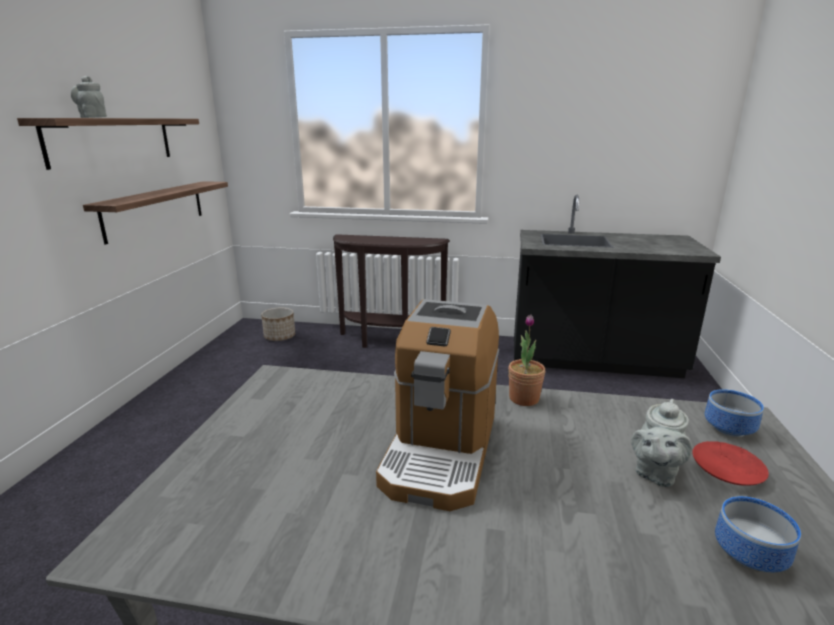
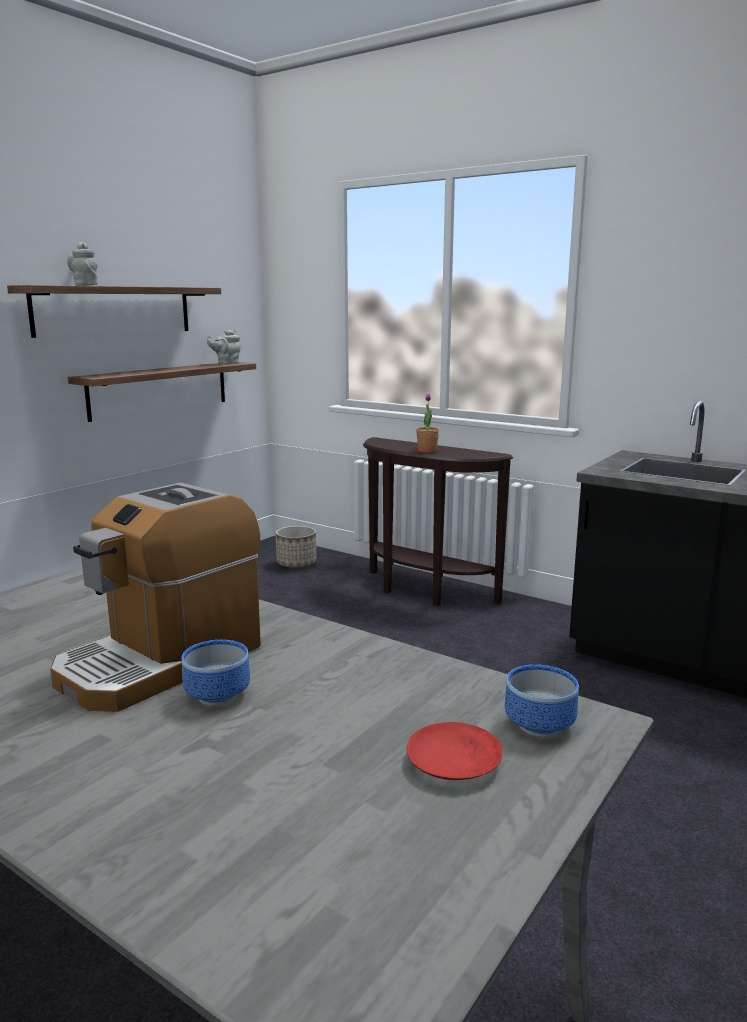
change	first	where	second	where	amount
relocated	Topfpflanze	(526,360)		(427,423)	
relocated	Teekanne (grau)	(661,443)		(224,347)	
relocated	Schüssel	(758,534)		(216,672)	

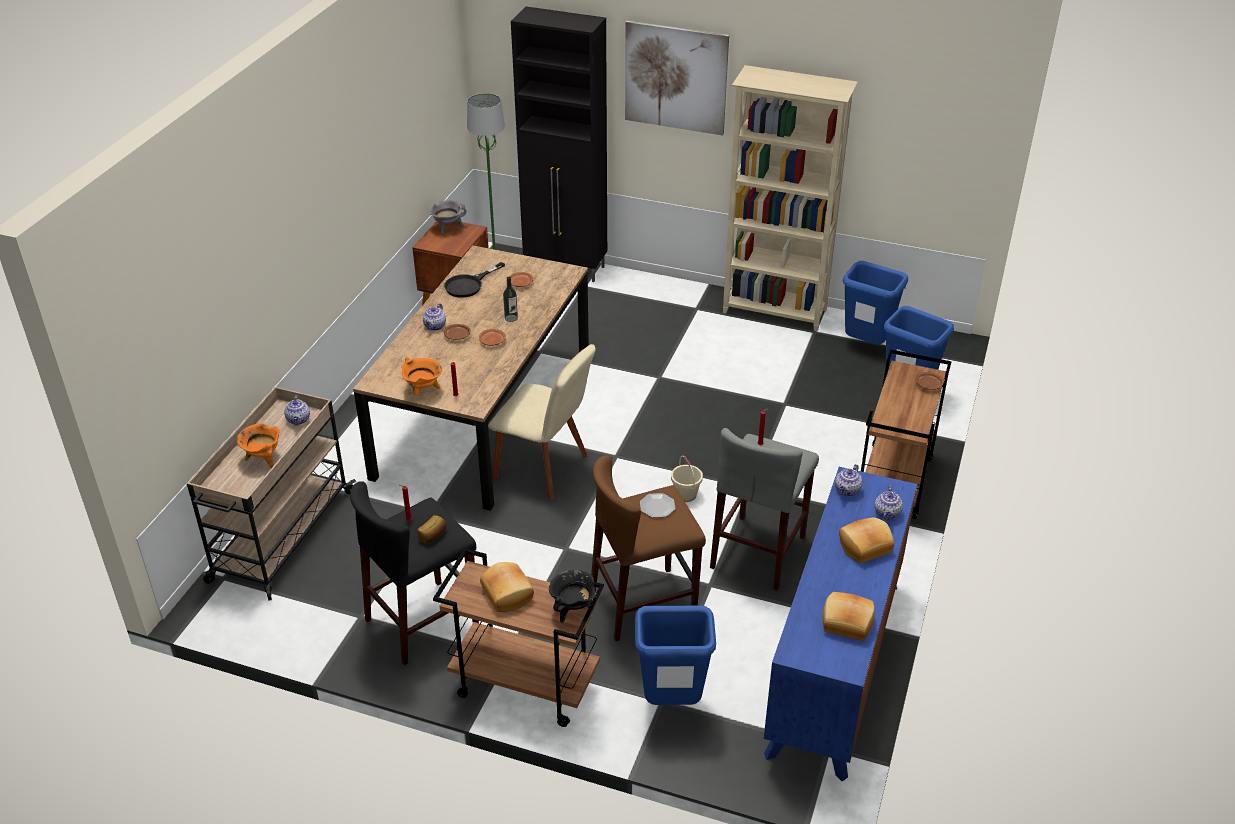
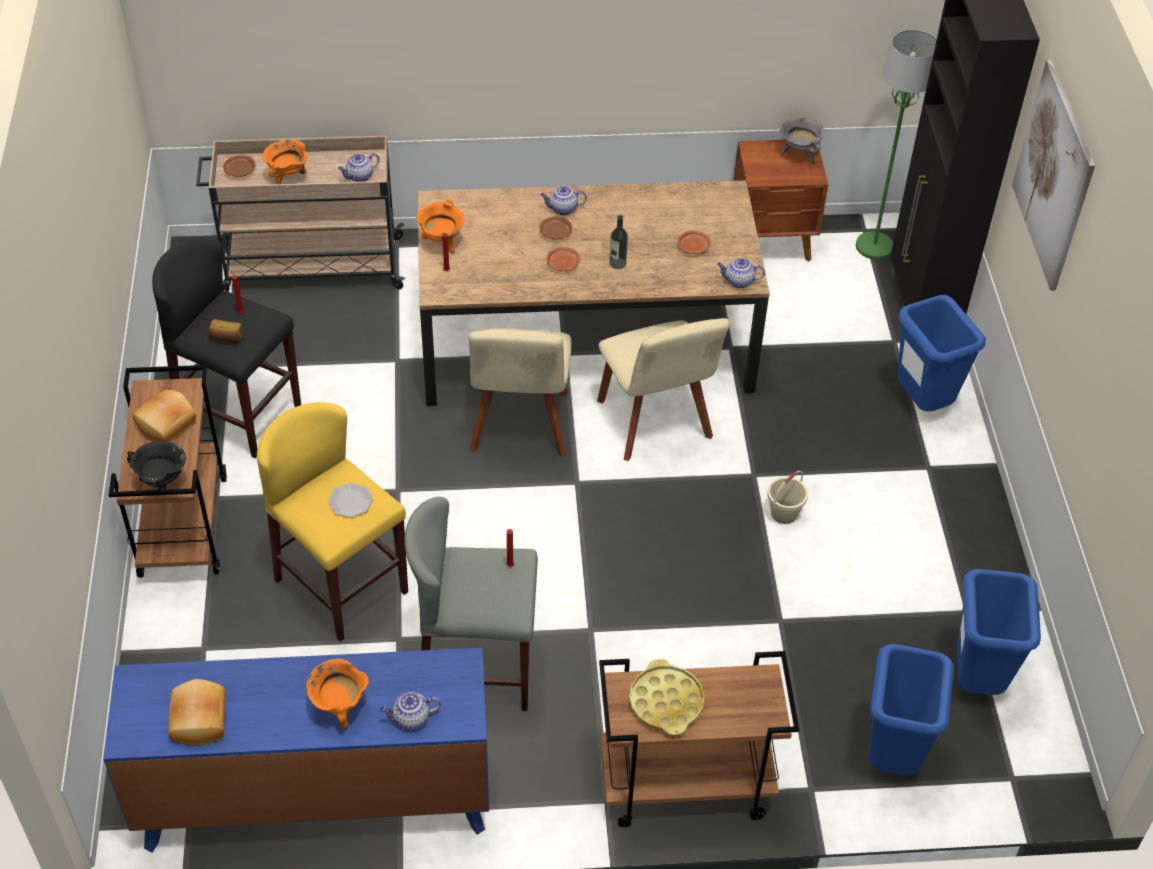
change	first	where	second	where	amount
missing	Pfanne (schwarz)	(474,280)			
missing	Bücherregal (beige)	(790,198)			
appeared			Stuhl (beige)	(663,389)	
appeared			Tablett (gelb)	(667,697)	
relocated	Mülleimer (blau)	(675,655)		(942,353)	
relocated	Eimer (beige)	(687,479)		(787,497)	
relocated	Teekanne	(848,480)		(741,273)	
relocated	Teller (braun)	(930,381)		(239,166)	
exchanged	Brot	(866,540)	Kochtopf (orange)	(337,694)	
colour	Hocker (braun)	(648,548)	Hocker (gelb)	(332,522)	

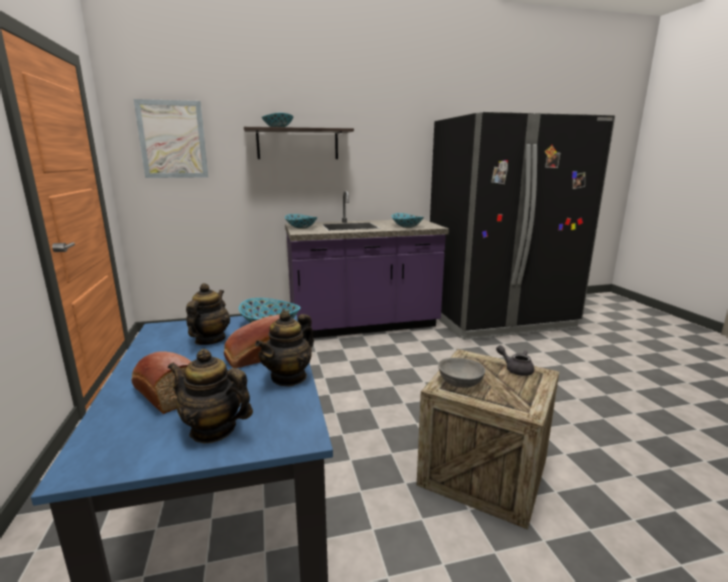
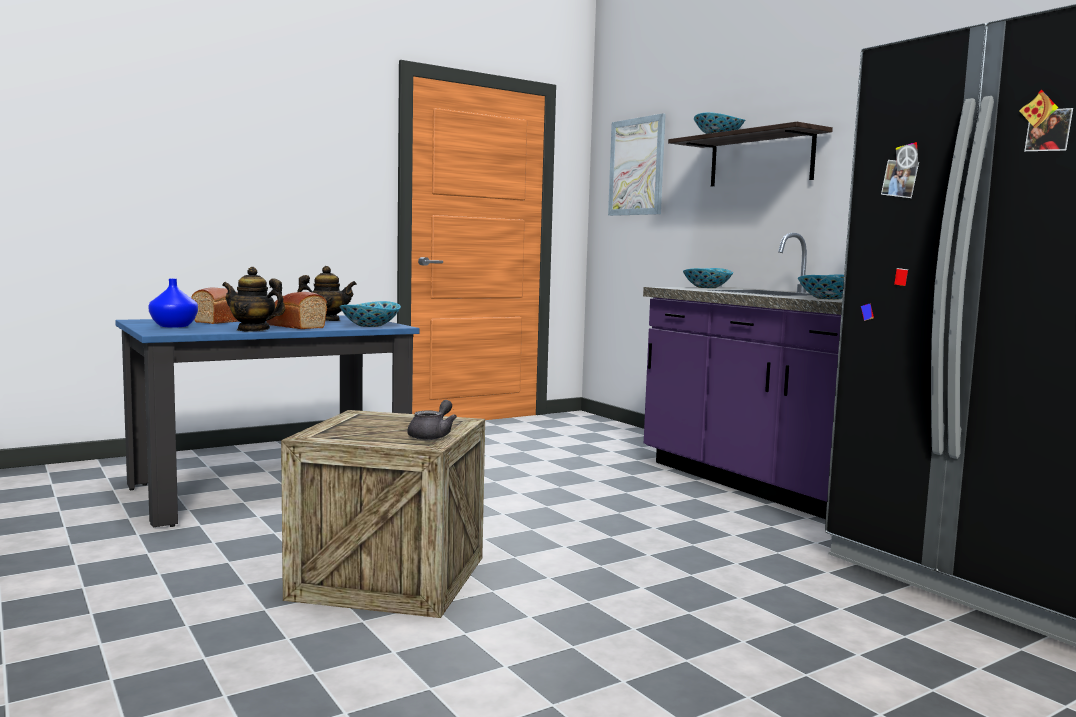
change	first	where	second	where	amount
missing	Schüssel (grau)	(461,373)			
exchanged	Teekanne	(210,396)	Vase (blau)	(173,303)	

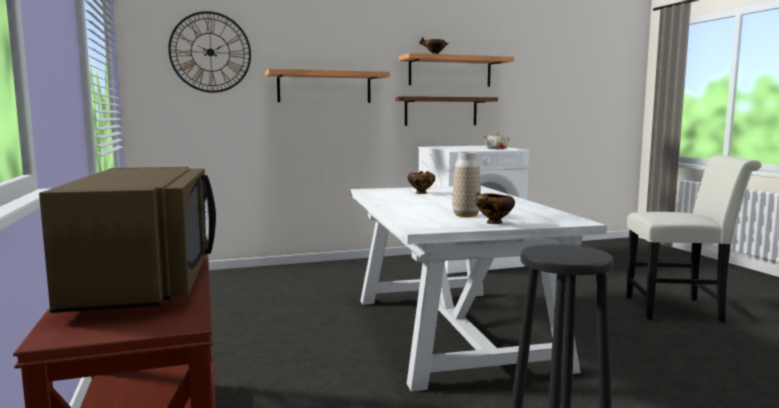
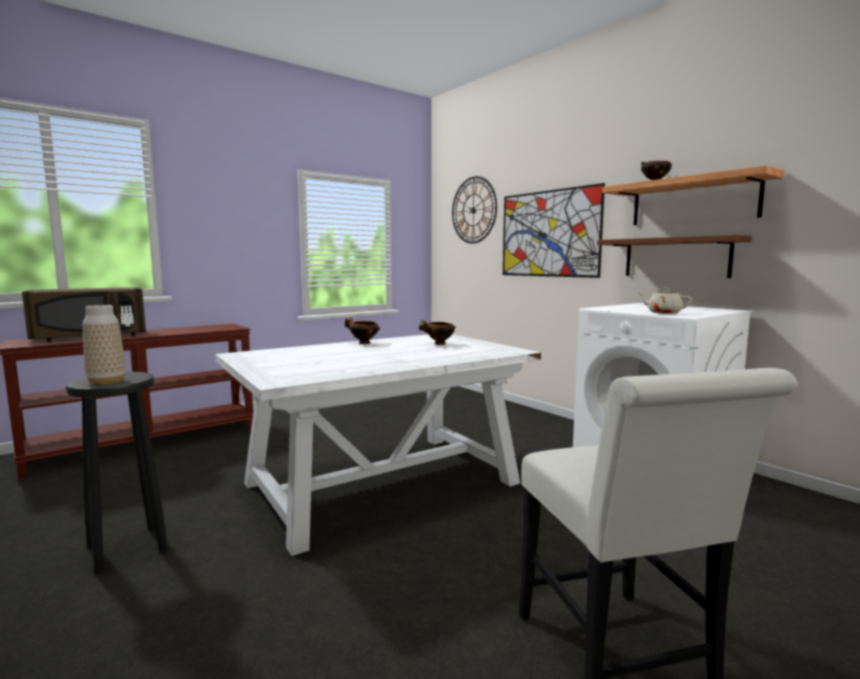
change	first	where	second	where	amount
relocated	Vase	(466,184)		(104,345)	
relocated	Schüssel	(495,208)		(362,331)	
exchanged	Wandregal	(327,86)	Bild	(554,230)	

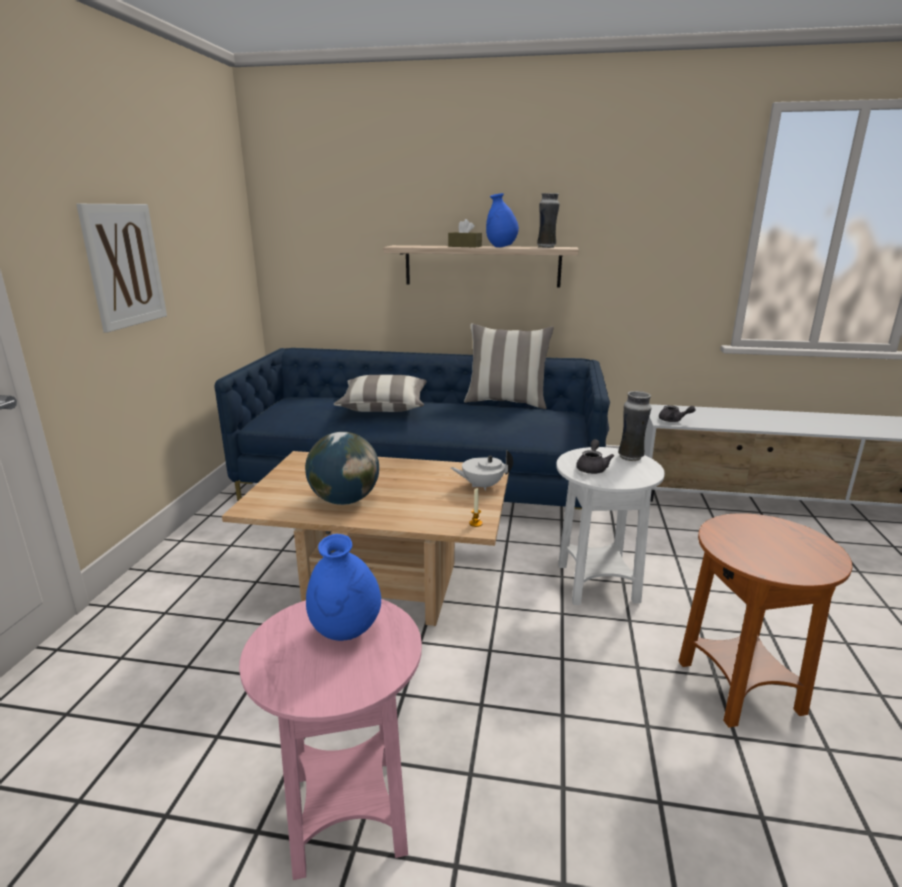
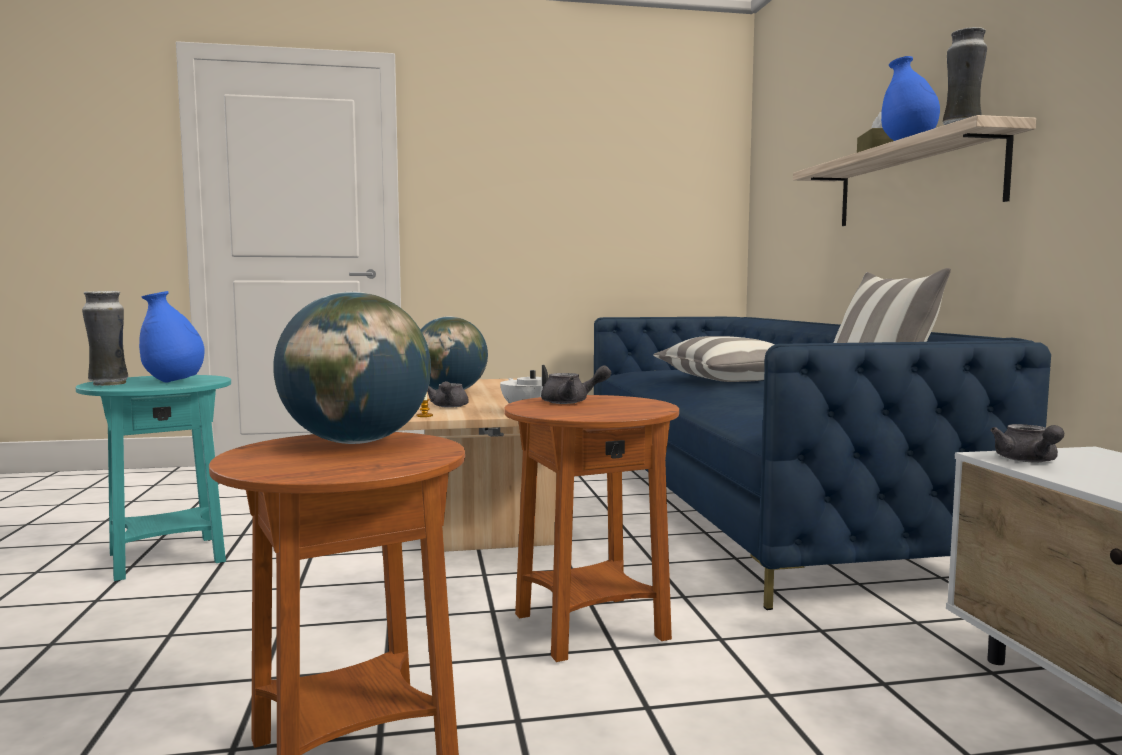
change	first	where	second	where	amount
missing	Bild	(121,268)			
appeared			Globus	(352,368)	
appeared			Teekanne (grau)	(448,394)	
relocated	Vase	(634,426)		(105,338)	
colour	Beistelltisch (rosa)	(330,739)	Beistelltisch (türkis)	(153,478)	
colour	Beistelltisch (weiß)	(610,526)	Beistelltisch (braun)	(591,528)	

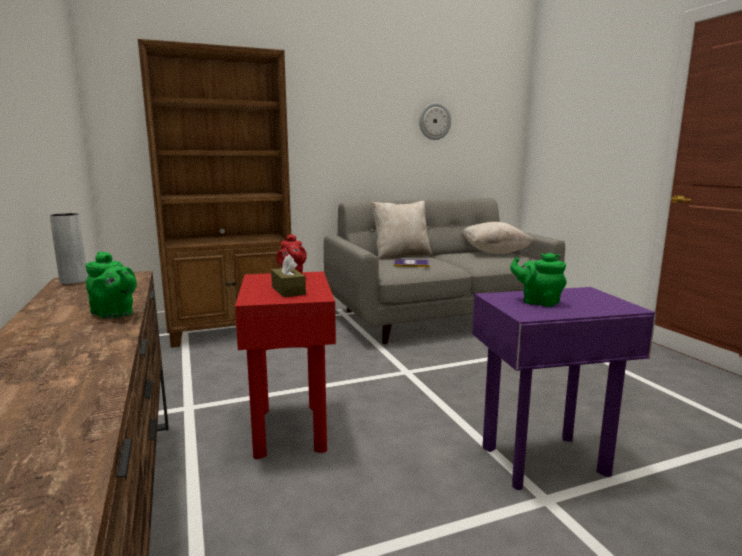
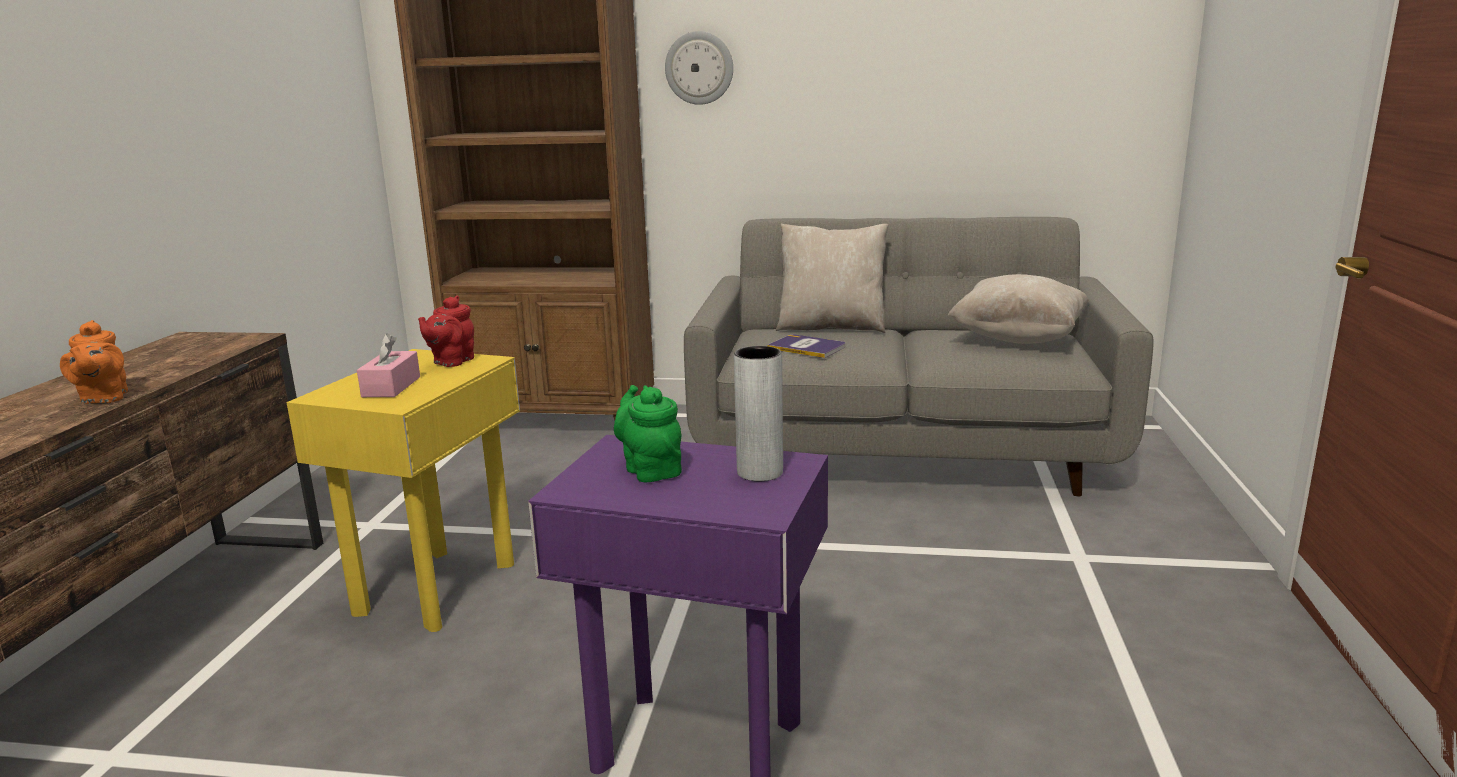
change	first	where	second	where	amount
relocated	Vase (grau)	(69,248)		(758,413)	
relocated	Wanduhr	(435,121)		(699,68)	
colour	Teekanne (grün)	(111,284)	Teekanne (orange)	(94,362)	
colour	Beistelltisch (rot)	(285,365)	Beistelltisch (gelb)	(403,490)	
colour	Taschentuchbox (braun)	(288,275)	Taschentuchbox (rosa)	(388,365)	

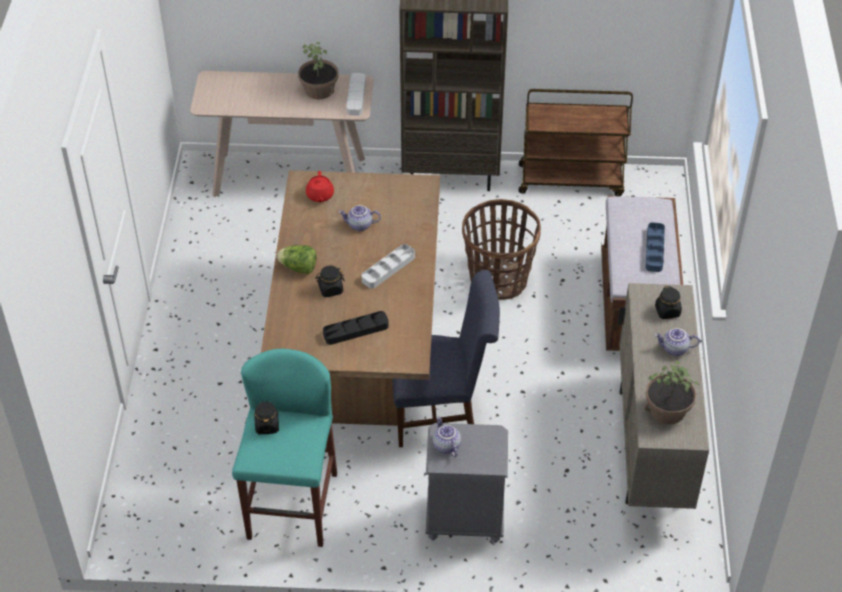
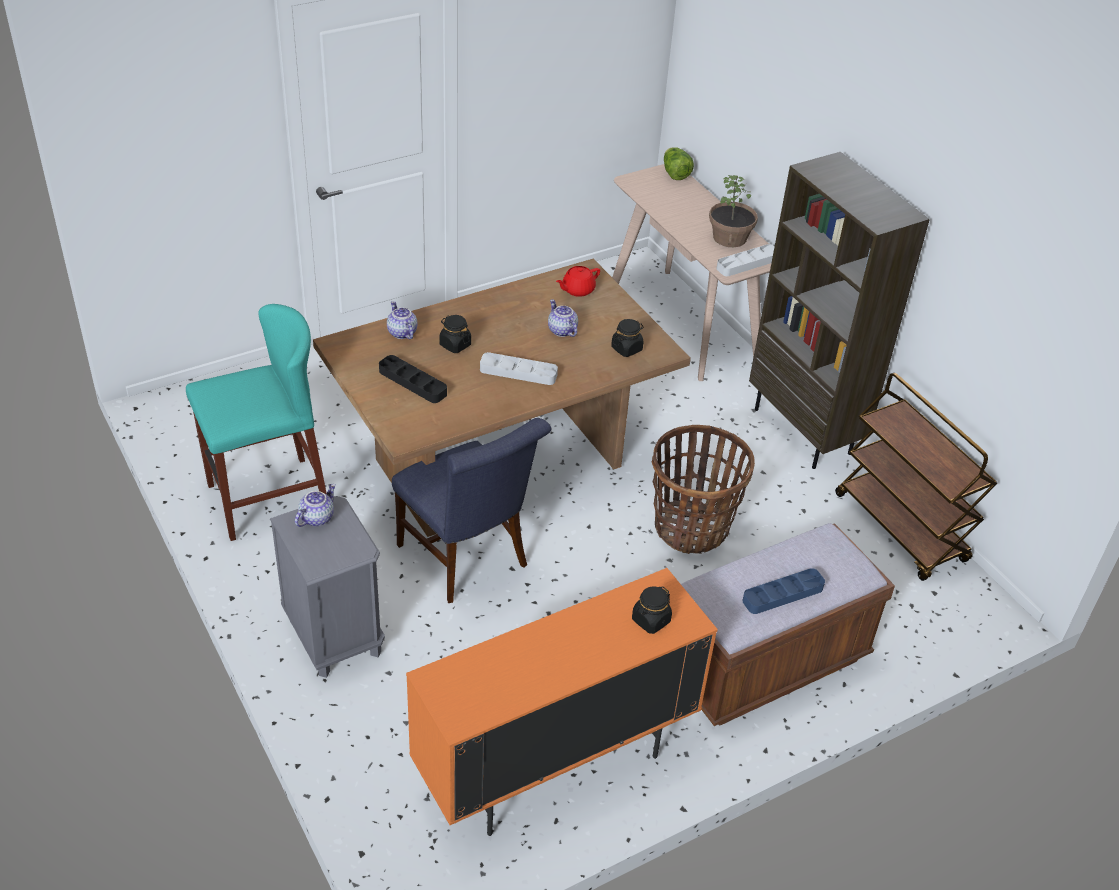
change	first	where	second	where	amount
missing	Topfpflanze	(671,392)			
relocated	Vorratsglas (schwarz)	(266,417)		(627,338)	
relocated	Salatkopf	(296,259)		(679,163)	
relocated	Teekanne	(677,342)		(402,320)	
colour	Schrank (beige)	(663,396)	Schrank (orange)	(562,702)	

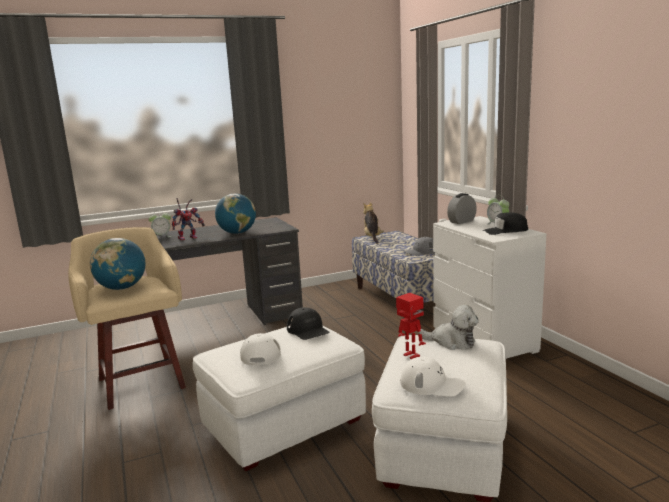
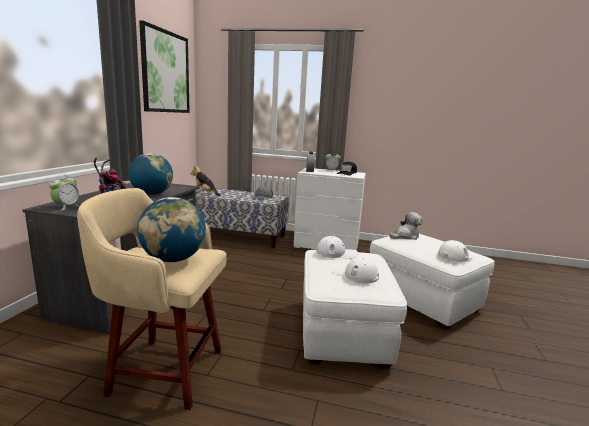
change	first	where	second	where	amount
missing	Spielzeugroboter	(411,326)			
appeared			Bild	(164,66)	
colour	Kappe (schwarz)	(308,323)	Kappe (weiß)	(337,247)	

